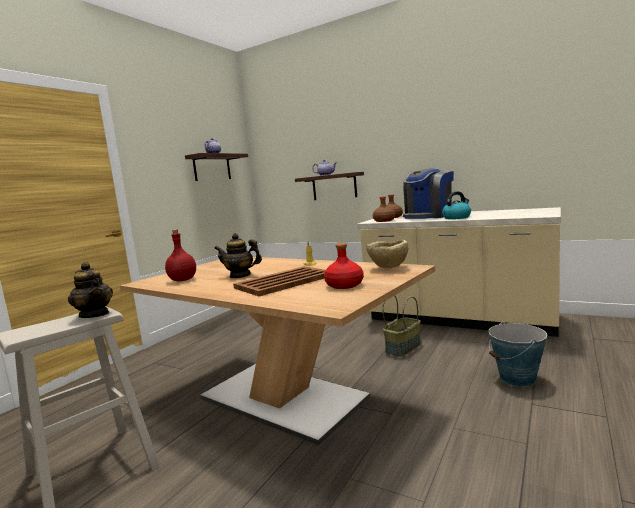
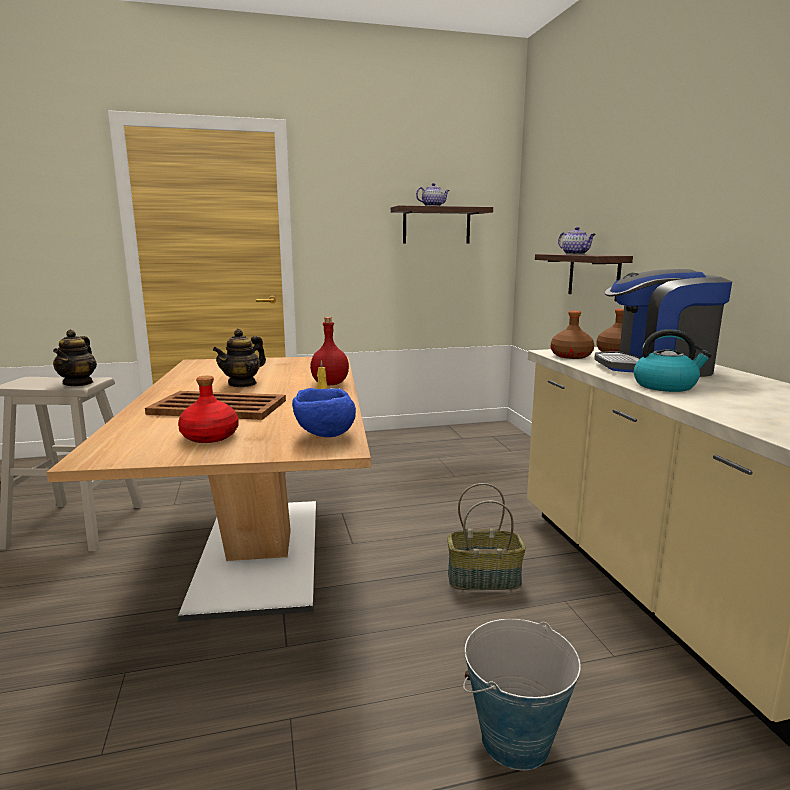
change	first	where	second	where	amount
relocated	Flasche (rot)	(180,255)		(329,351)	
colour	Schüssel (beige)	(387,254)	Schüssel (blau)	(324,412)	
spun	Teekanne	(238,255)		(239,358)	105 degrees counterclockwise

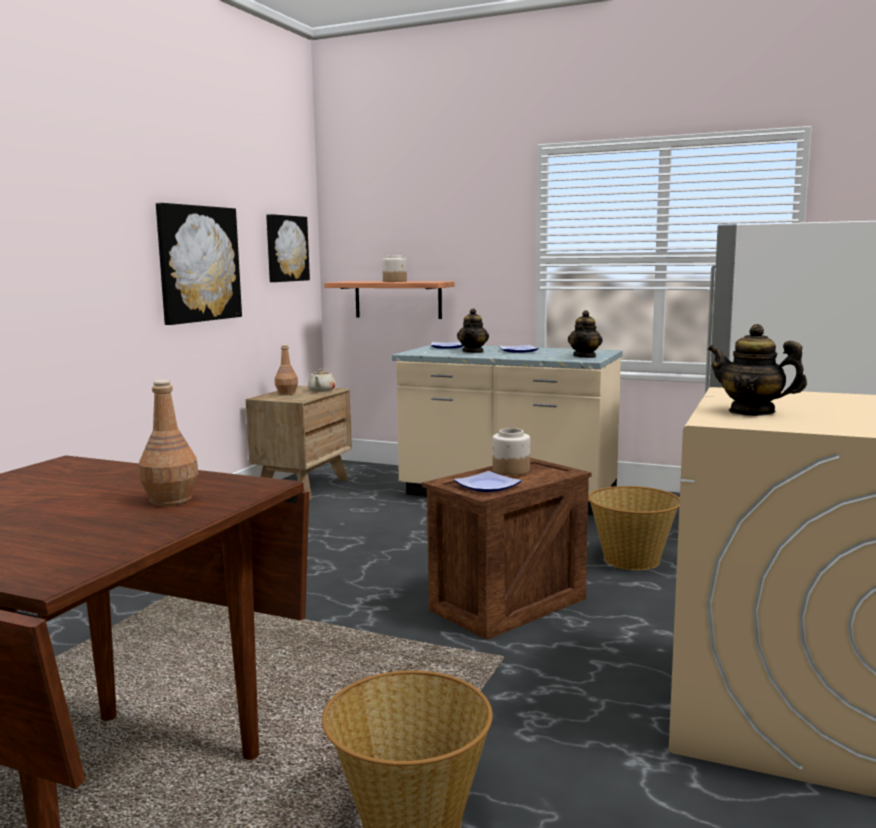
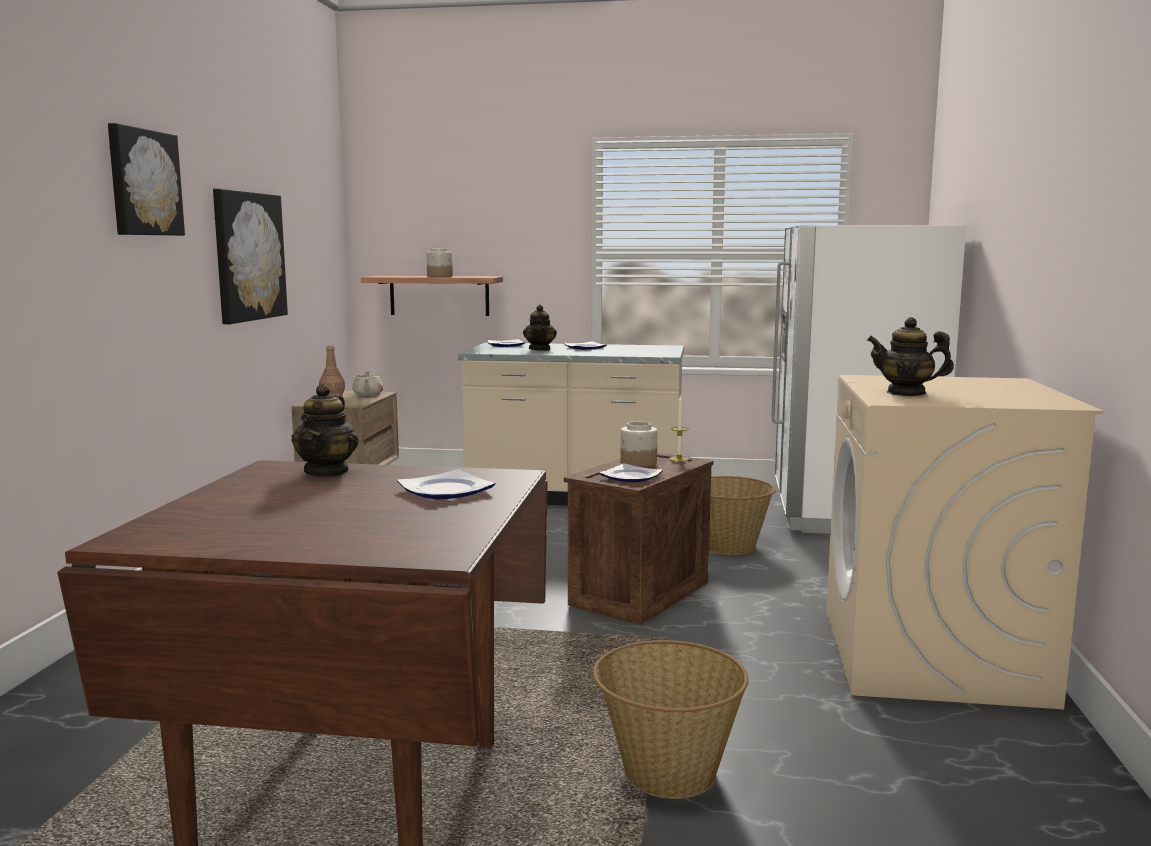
change	first	where	second	where	amount
appeared			Kerze	(679,428)	
relocated	Bild	(288,248)		(146,179)	
relocated	Teekanne	(585,334)		(325,430)	
exchanged	Flasche (braun)	(168,443)	Teller	(446,484)	

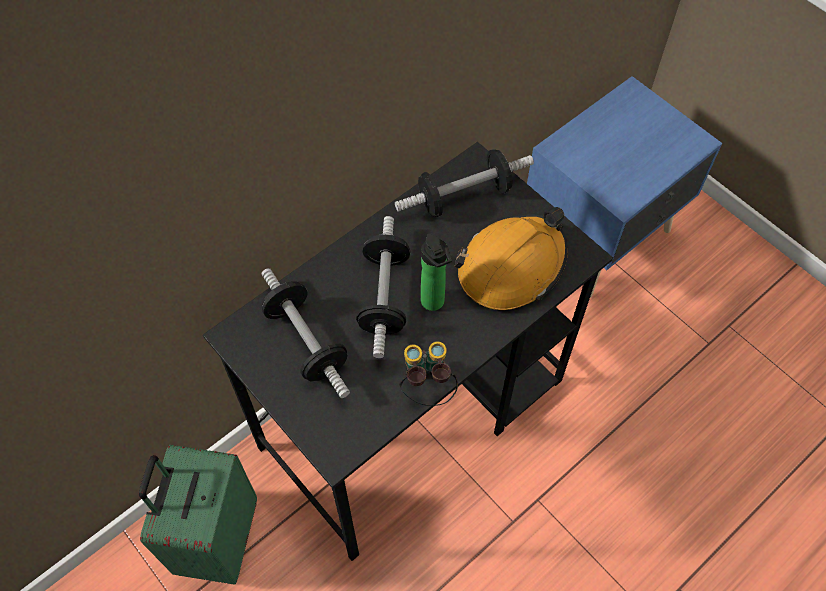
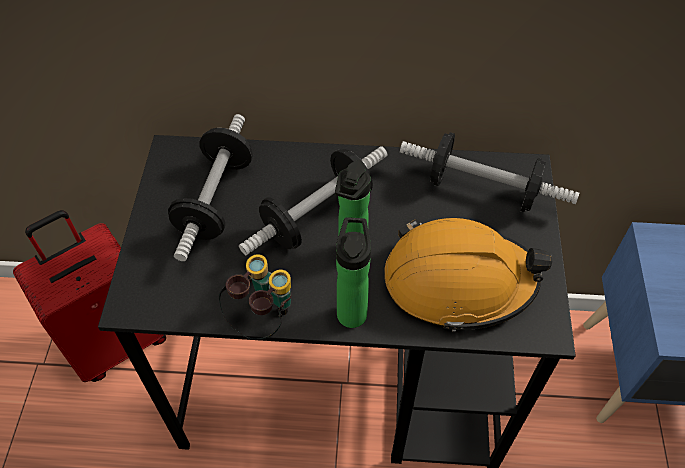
change	first	where	second	where	amount
appeared			Flasche	(353,273)	
colour	Koffer (grün)	(198,515)	Koffer (rot)	(89,296)	

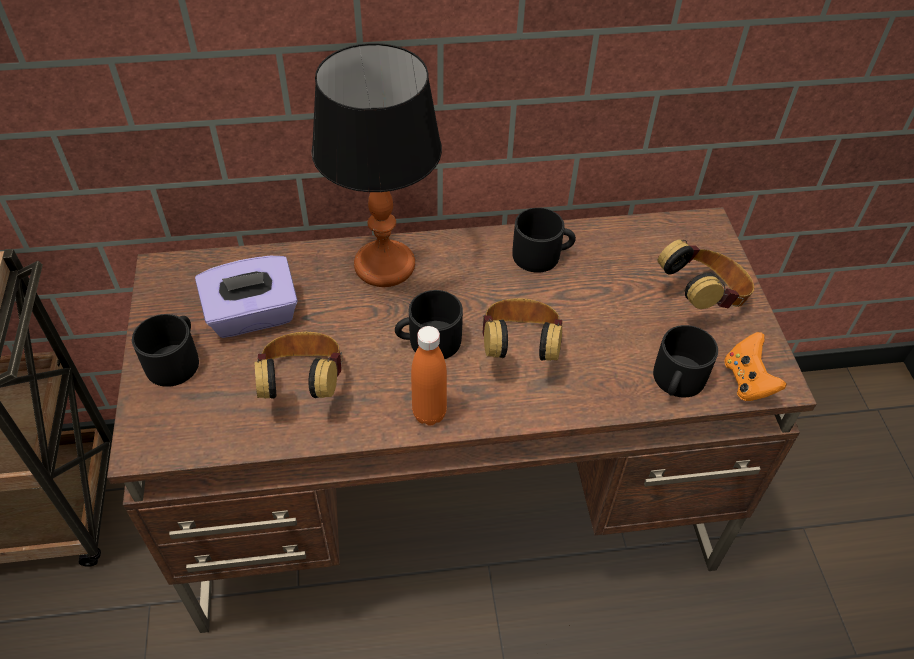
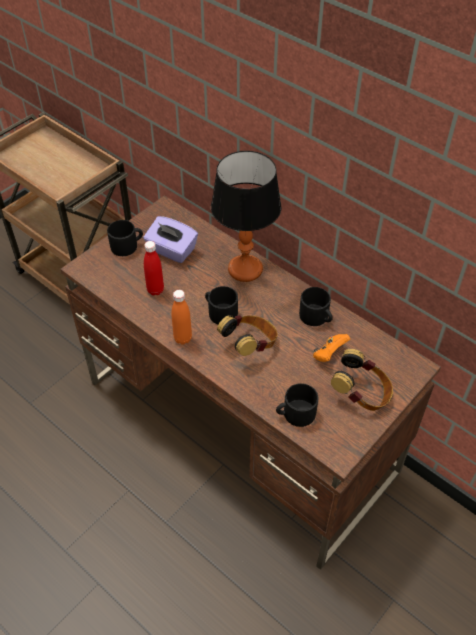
change	first	where	second	where	amount
relocated	Gamepad (orange)	(756,366)		(331,348)	
exchanged	Kopfhörer	(299,365)	Flasche (rot)	(154,268)	

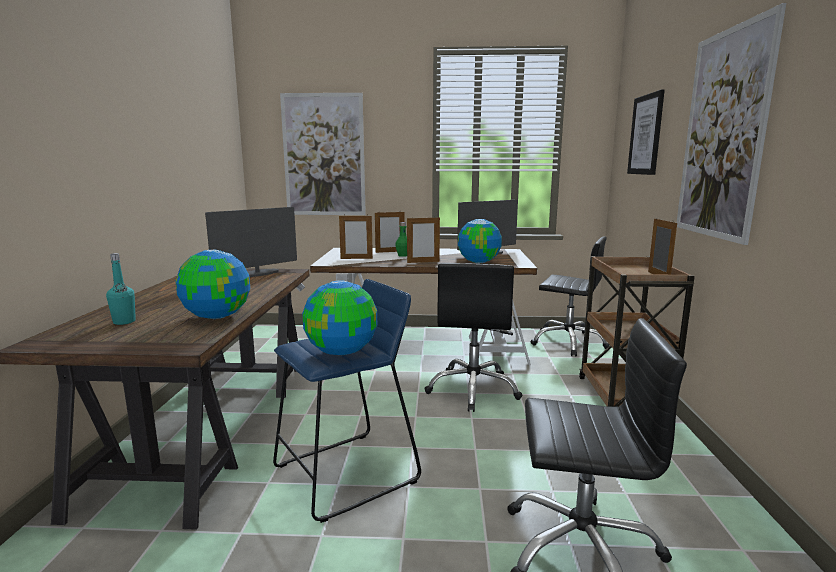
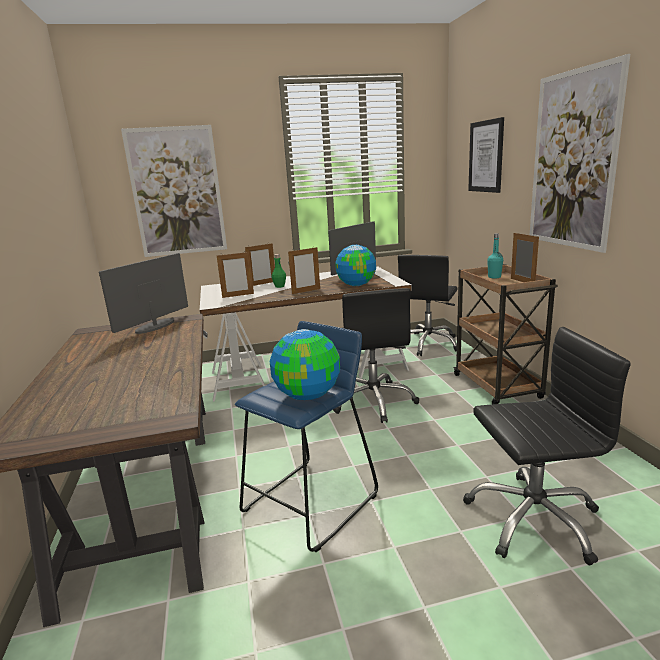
change	first	where	second	where	amount
missing	Globus	(212,284)			
relocated	Flasche (türkis)	(121,289)		(495,255)	
spun	Bürostuhl (schwarz)	(570,296)		(428,305)	105 degrees clockwise

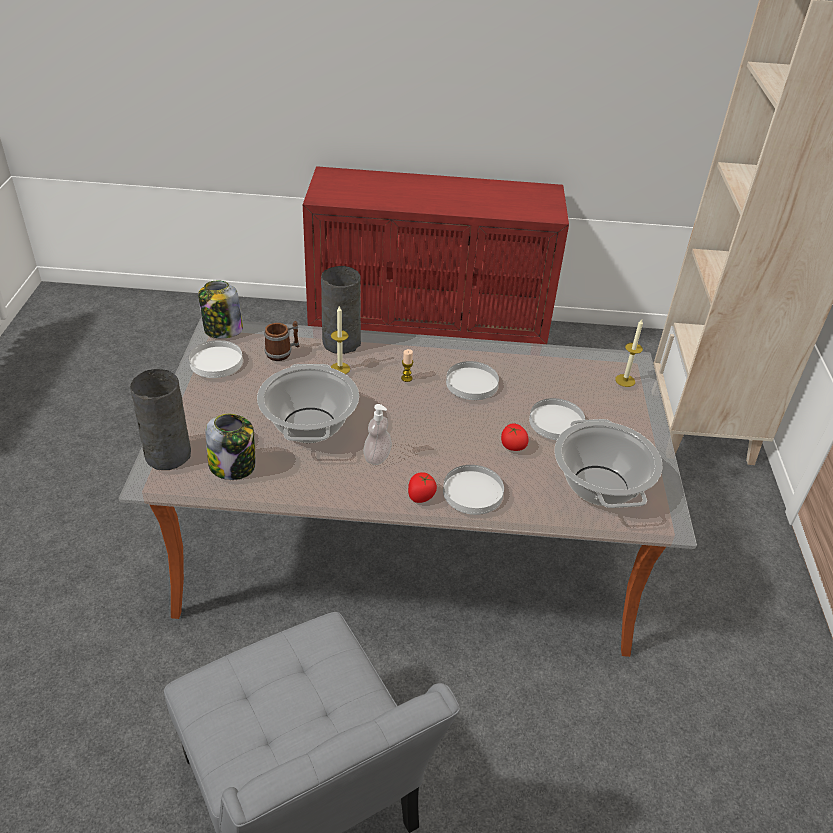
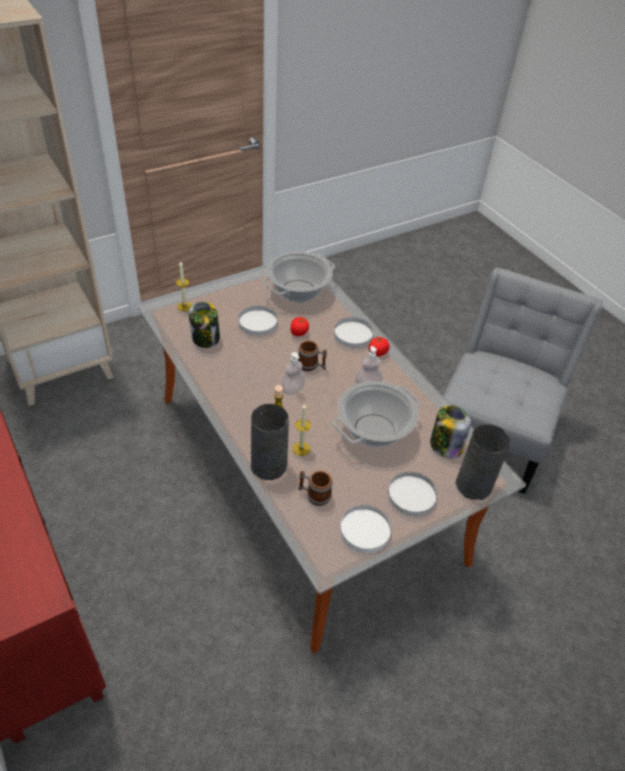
change	first	where	second	where	amount
appeared			Seifenspender	(293,373)	
appeared			Henkelbecher	(312,356)	
relocated	Vorratsglas	(220,309)		(204,324)	
relocated	Teller (weiß)	(472,380)		(412,494)	

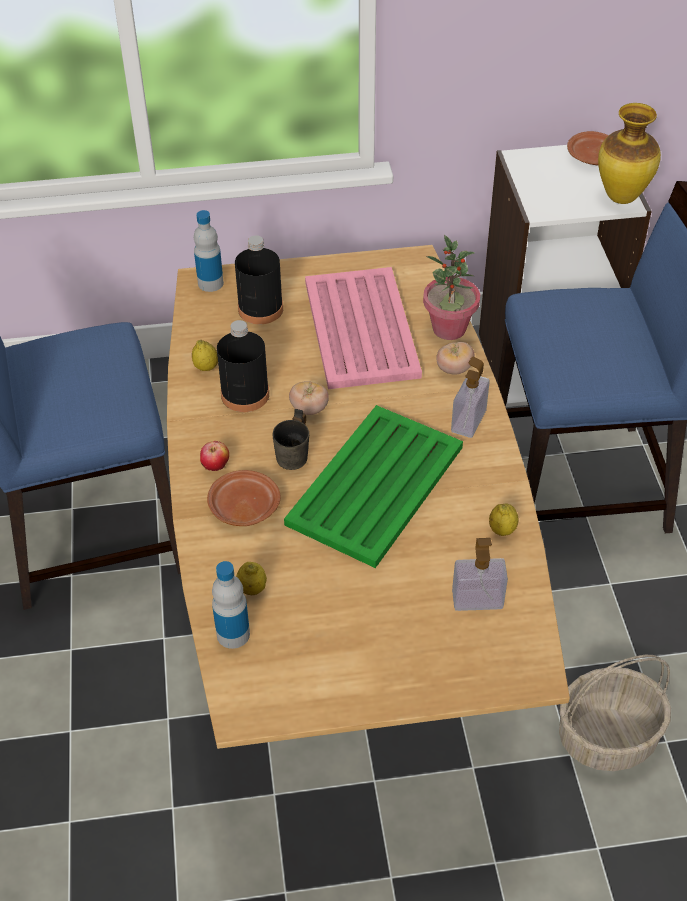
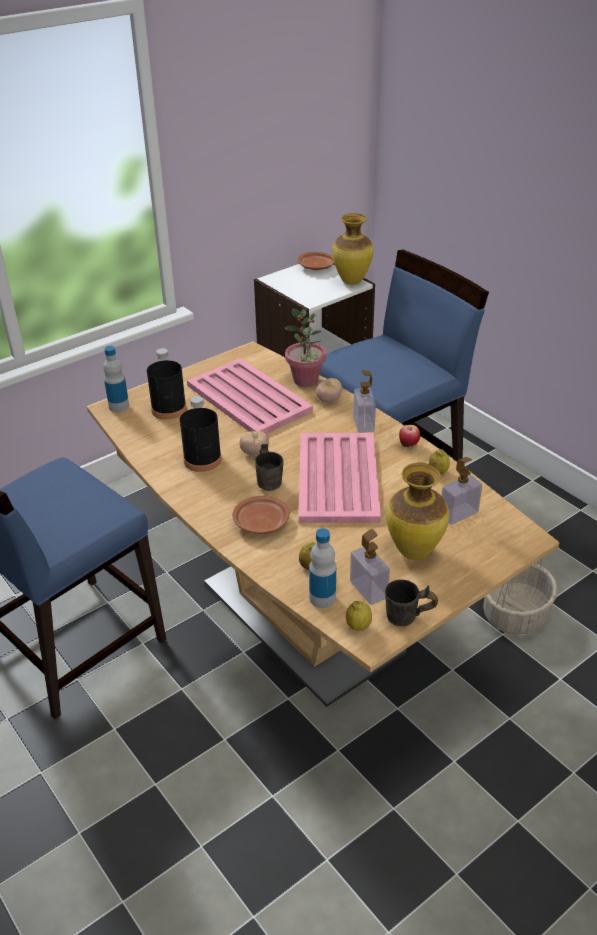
change	first	where	second	where	amount
appeared			Seifenspender	(370,567)	
appeared			Henkelbecher (grau)	(411,602)	
appeared			Vase	(417,511)	
relocated	Zitrone	(205,355)		(359,616)	
relocated	Apfel	(214,456)		(409,436)	
colour	Tablett (grün)	(373,486)	Tablett (rosa)	(340,478)	

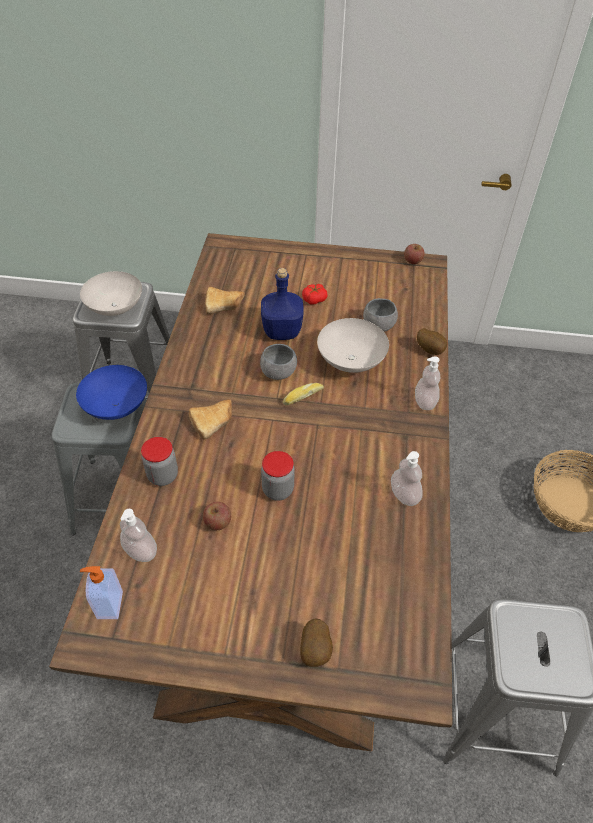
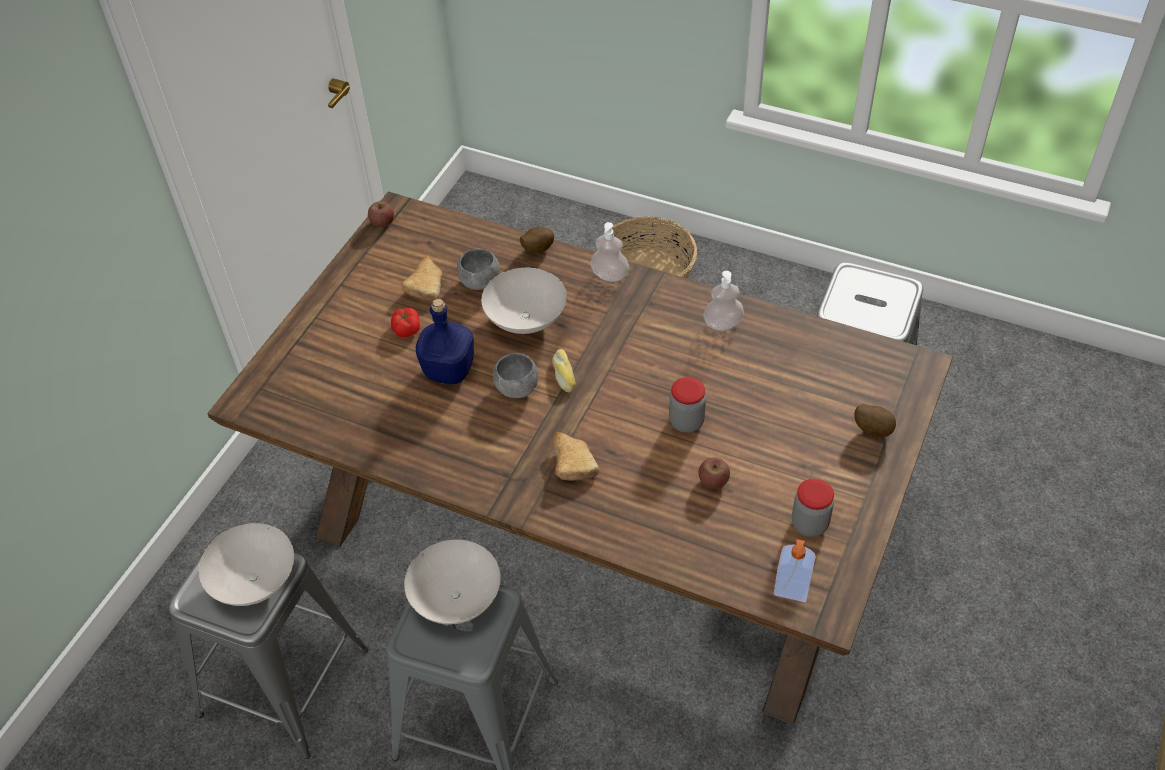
change	first	where	second	where	amount
missing	Seifenspender	(138,535)			
relocated	Vorratsglas	(159,461)		(813,508)	
relocated	Brot	(225,300)		(422,278)	
colour	Schüssel (blau)	(111,392)	Schüssel (weiß)	(452,582)	

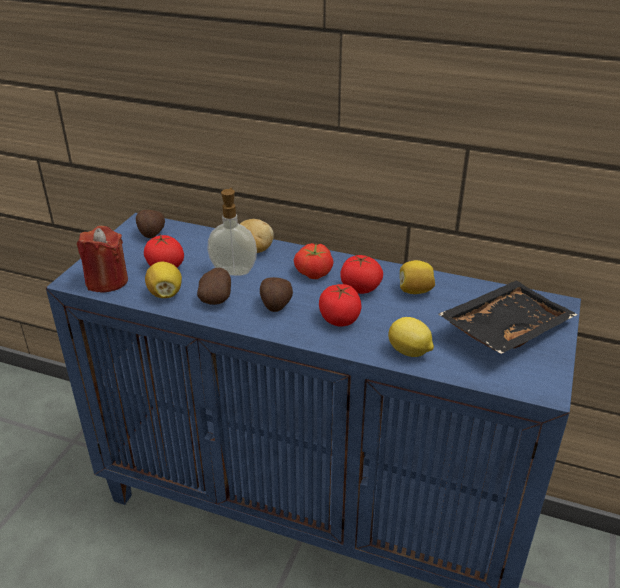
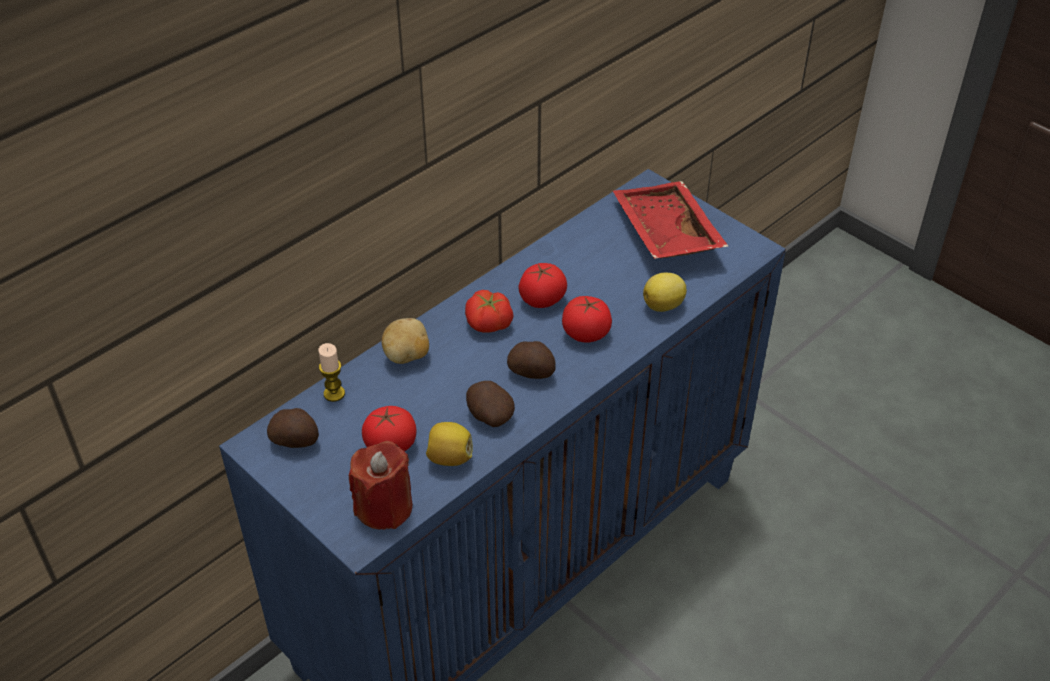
change	first	where	second	where	amount
missing	Seifenspender	(232,232)			
missing	Zitrone	(417,277)			
appeared			Kerze	(332,372)	
colour	Tablett (schwarz)	(507,317)	Tablett (rot)	(671,220)	

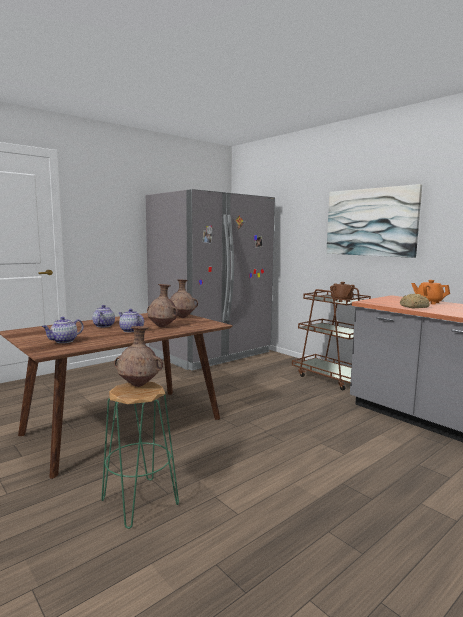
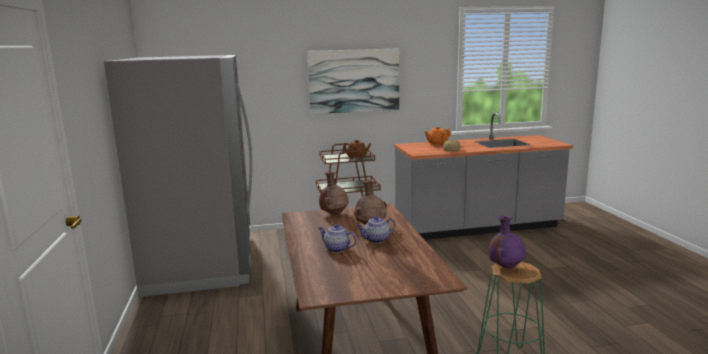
change	first	where	second	where	amount
missing	Teekanne	(63,330)			
colour	Vase (braun)	(138,356)	Vase (lila)	(507,242)	

